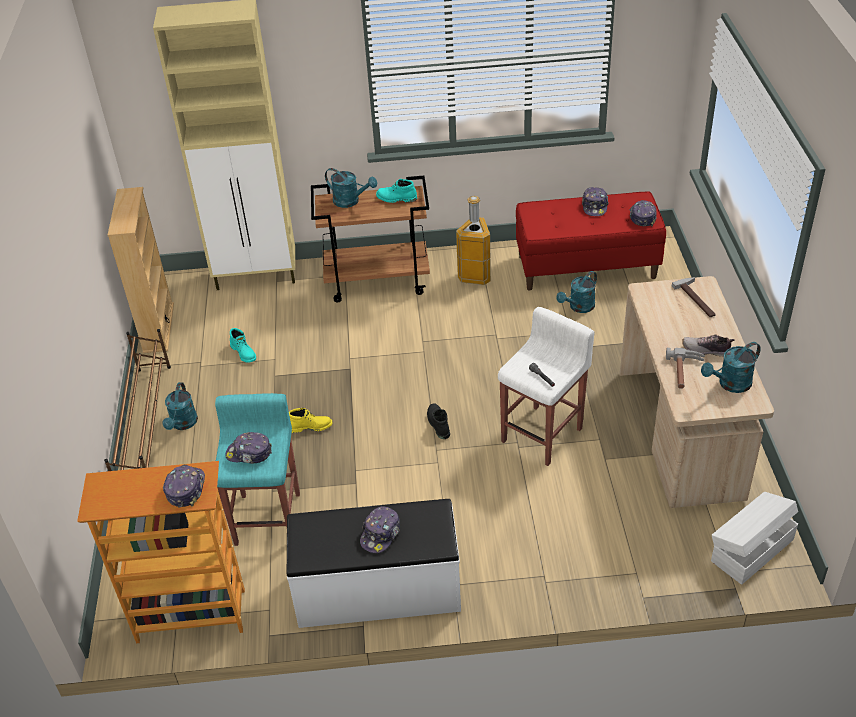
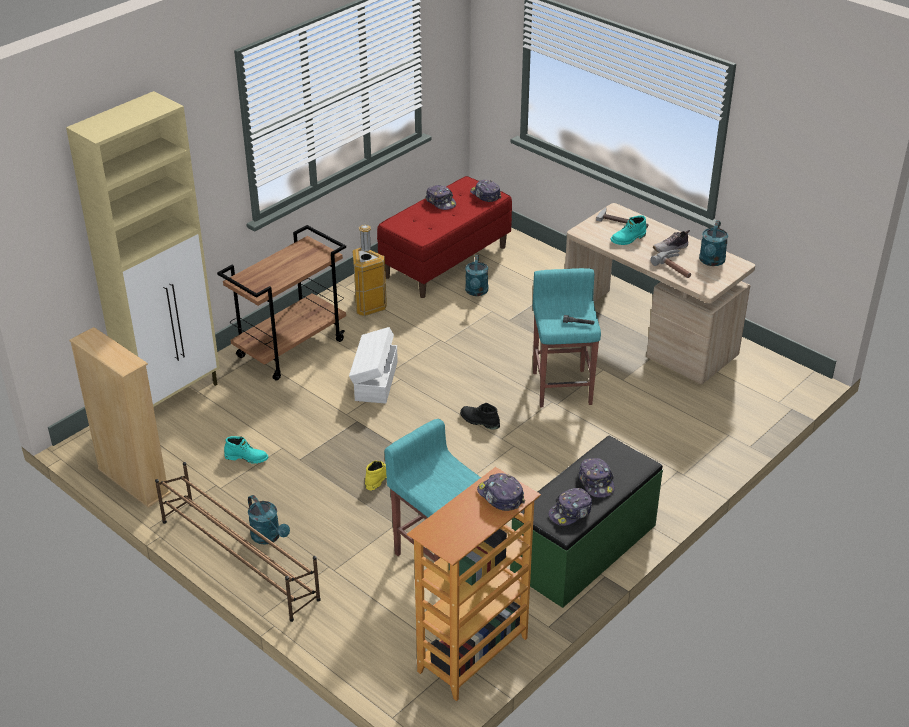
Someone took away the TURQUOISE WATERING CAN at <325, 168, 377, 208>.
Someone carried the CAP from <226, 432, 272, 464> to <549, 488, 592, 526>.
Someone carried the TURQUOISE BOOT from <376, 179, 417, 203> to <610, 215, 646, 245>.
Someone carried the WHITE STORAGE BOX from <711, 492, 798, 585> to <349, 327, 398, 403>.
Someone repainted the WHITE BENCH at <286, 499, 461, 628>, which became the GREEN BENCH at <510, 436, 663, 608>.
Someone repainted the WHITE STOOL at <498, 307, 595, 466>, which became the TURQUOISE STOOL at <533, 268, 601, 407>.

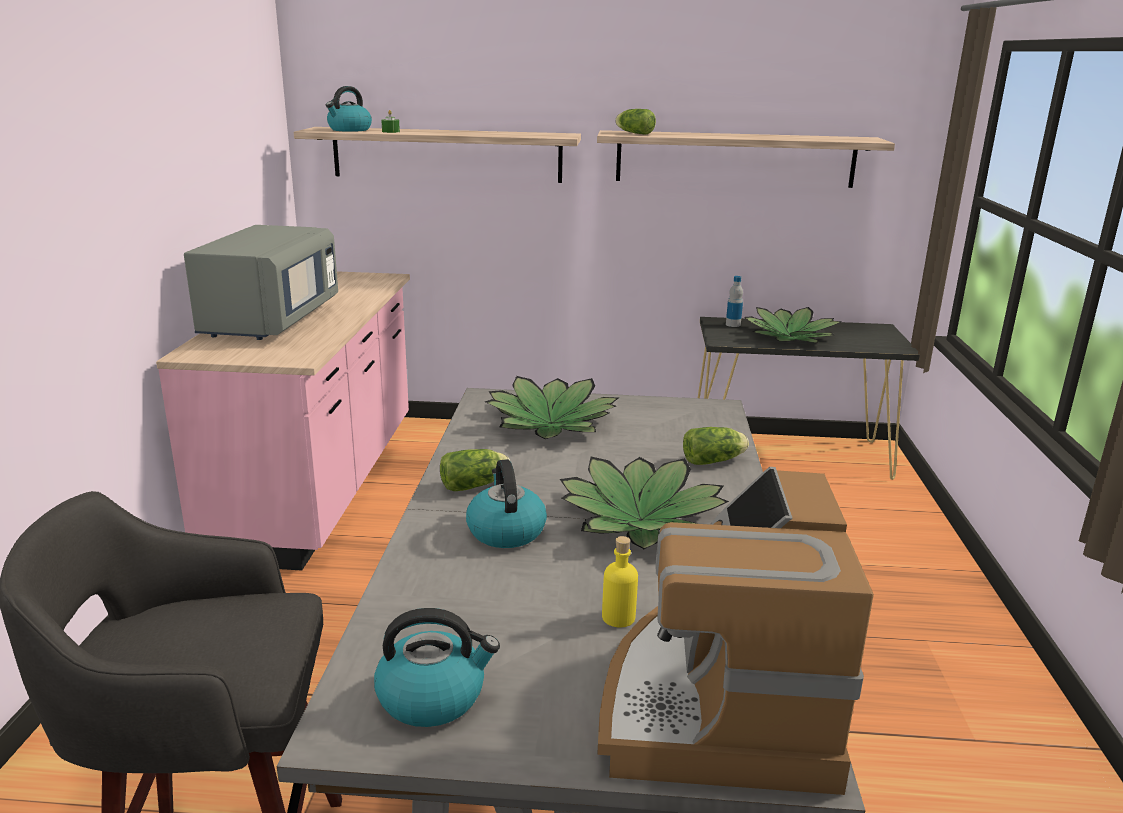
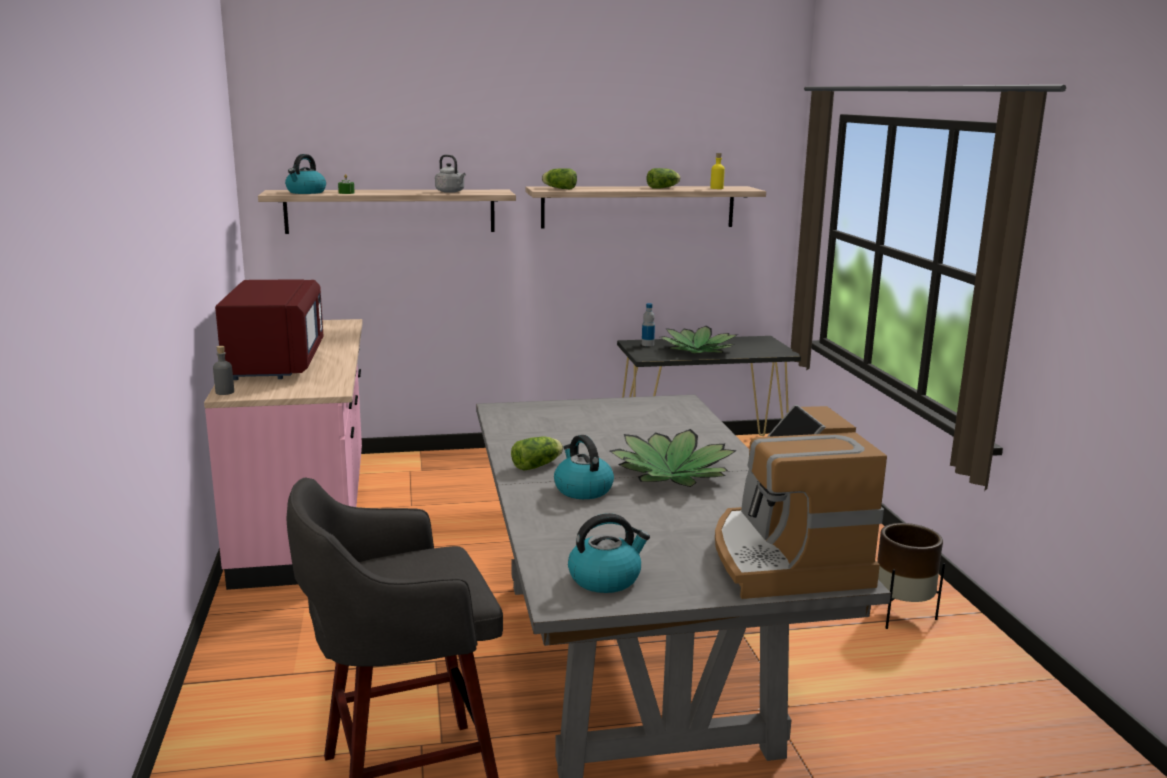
Someone took away the POTTED PLANT at <485, 376, 618, 439>.
Someone put down the GREY BOTTLE at <213, 346, 234, 395>.
Someone put down the GREY KETTLE at <435, 155, 466, 193>.
Someone put down the BROWN PLANTER at <877, 523, 945, 629>.
Someone carried the YELLOW BOTTLE from <602, 536, 638, 628> to <710, 153, 725, 189>.
Someone carried the LETTUCE from <683, 427, 749, 465> to <647, 168, 681, 189>.
Someone repainted the GREY MICROWAVE at <184, 225, 338, 340>, which became the RED MICROWAVE at <215, 279, 324, 380>.

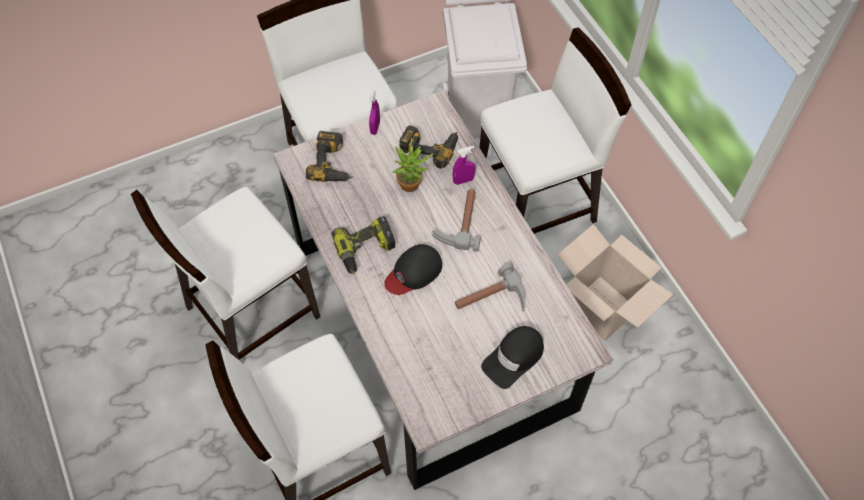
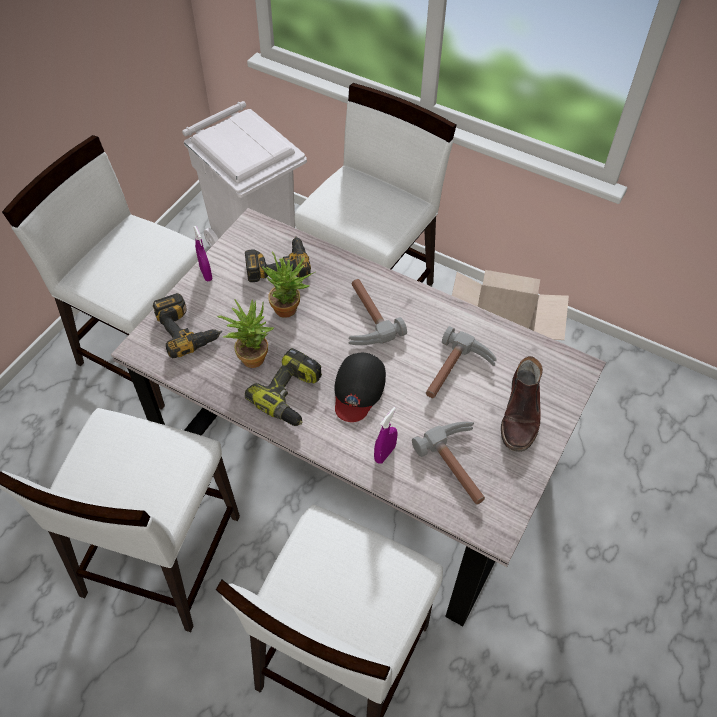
Someone put down the POTTED PLANT at <217, 299, 274, 368>.
Someone put down the HAMMER at <412, 422, 485, 505>.
Someone carried the PURPLE SPRAY BOTTLE from <452, 146, 476, 185> to <374, 407, 397, 464>.
Someone swapped the BLACK CAP at <481, 326, 544, 389> for the BROWN BOOT at <501, 356, 543, 452>.

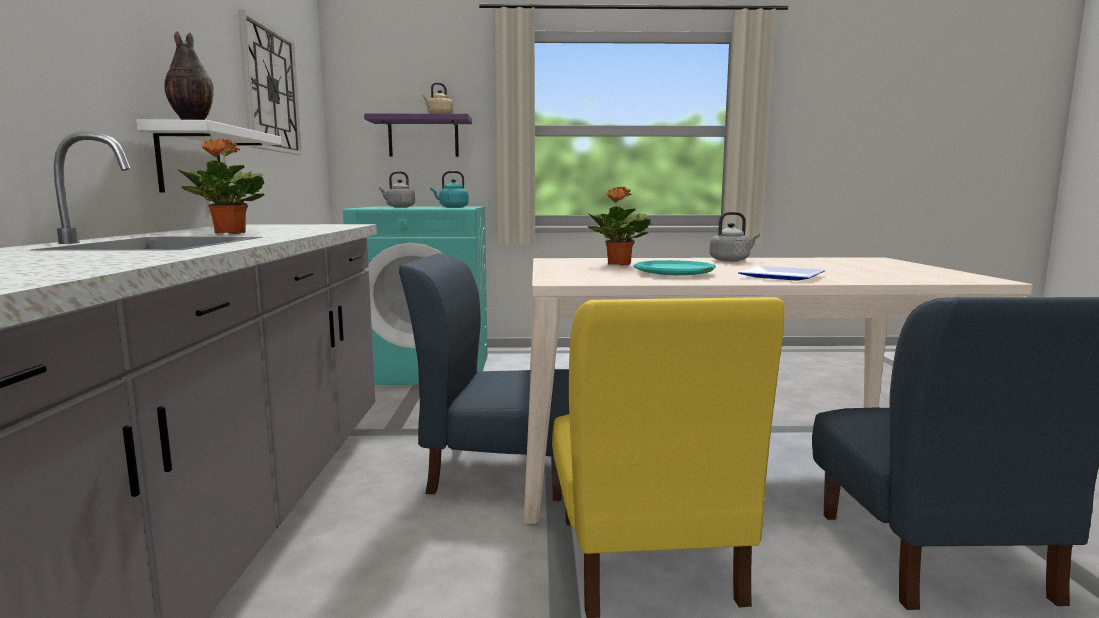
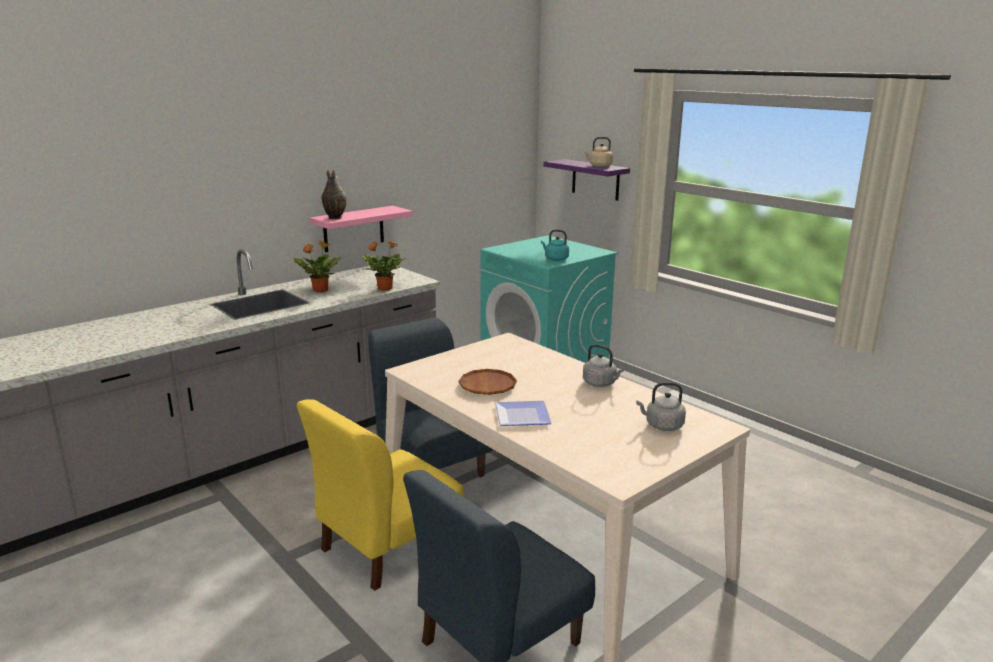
Someone took away the WALL CLOCK at <238, 10, 302, 155>.
Someone carried the GREY KETTLE from <379, 171, 415, 208> to <636, 382, 686, 431>.
Someone carried the POTTED PLANT from <588, 186, 651, 265> to <362, 240, 405, 291>.
Someone repainted the WHITE SHELF at <136, 120, 281, 192>, which became the PINK SHELF at <310, 206, 413, 252>.
Someone repainted the TURQUOISE PLATE at <634, 260, 716, 275>, which became the BROWN PLATE at <458, 369, 517, 395>.

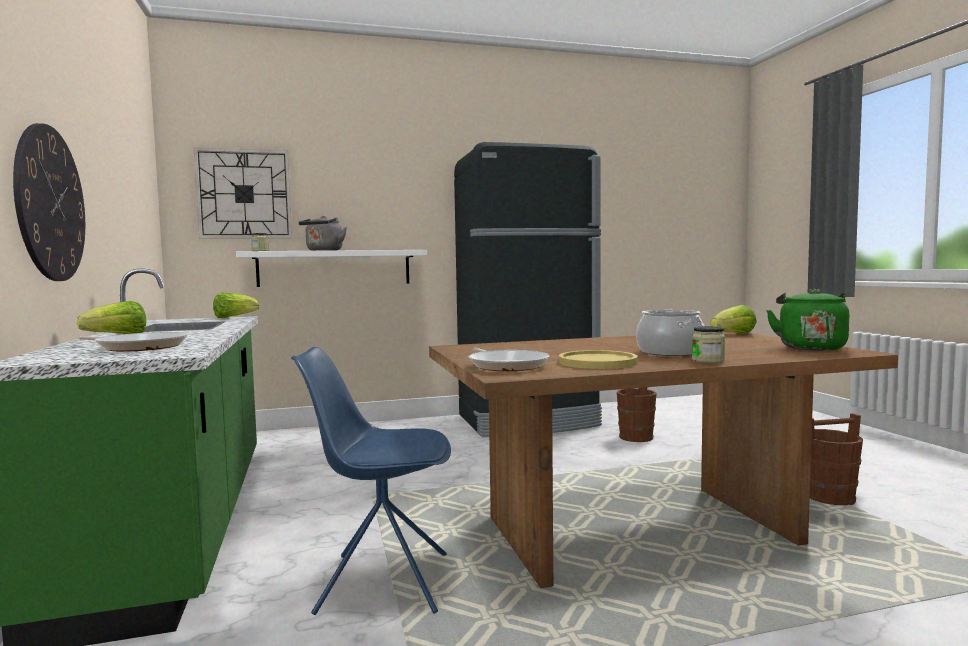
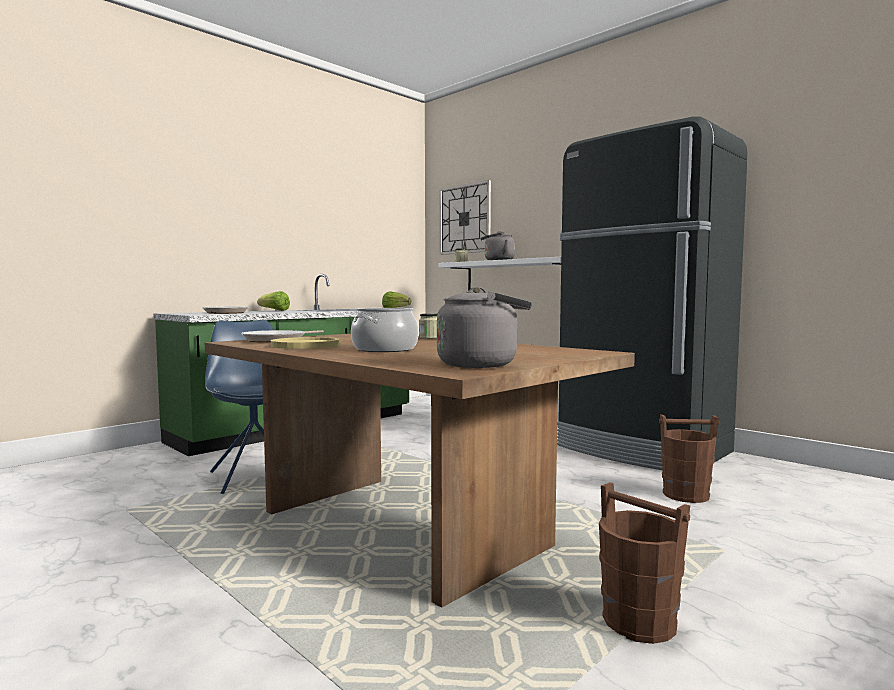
Someone took away the WALL CLOCK at <13, 123, 85, 281>.
Someone took away the LETTUCE at <711, 305, 757, 334>.
Someone carried the JAR from <692, 326, 725, 363> to <419, 313, 437, 339>.
Someone repainted the GREEN KETTLE at <766, 289, 849, 351>, which became the GREY KETTLE at <437, 287, 532, 368>.

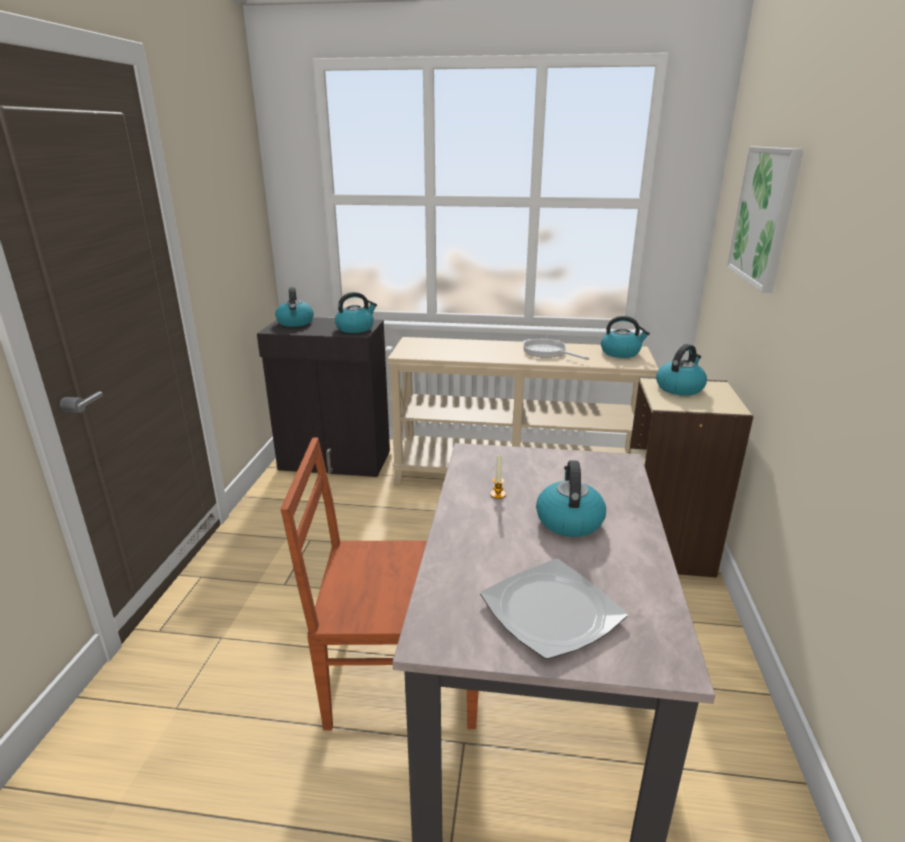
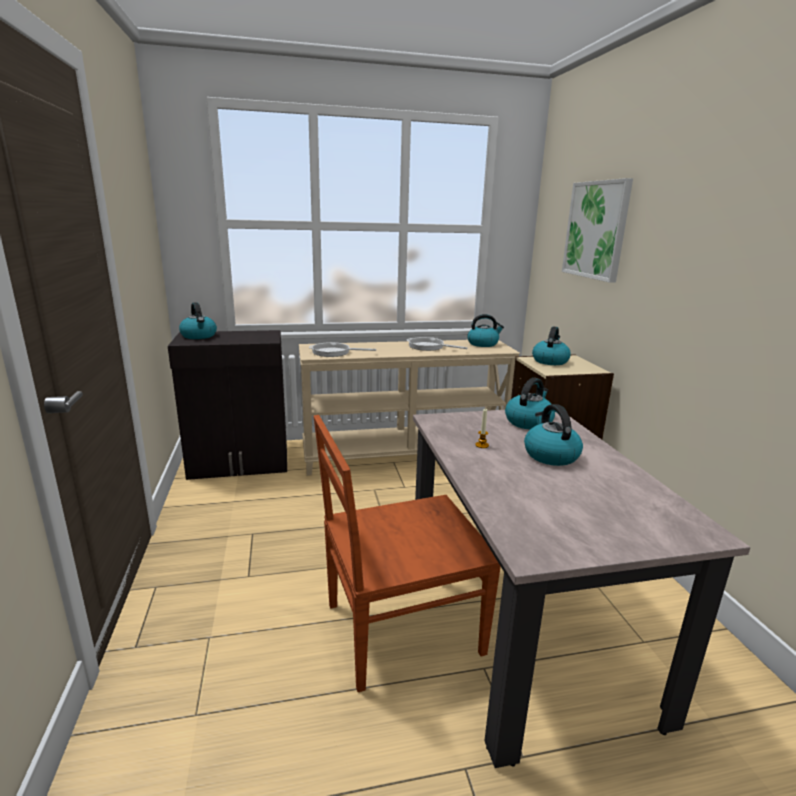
Someone took away the PLATE at <480, 559, 628, 659>.
Someone put down the FRYING PAN at <309, 342, 376, 357>.
Someone carried the KETTLE from <335, 292, 377, 333> to <505, 378, 555, 430>.

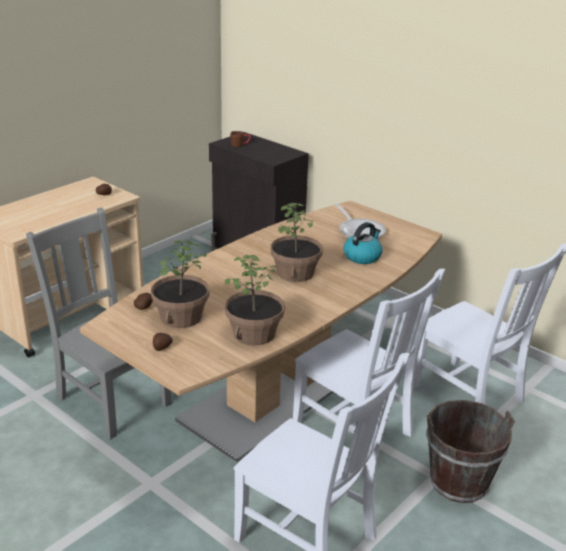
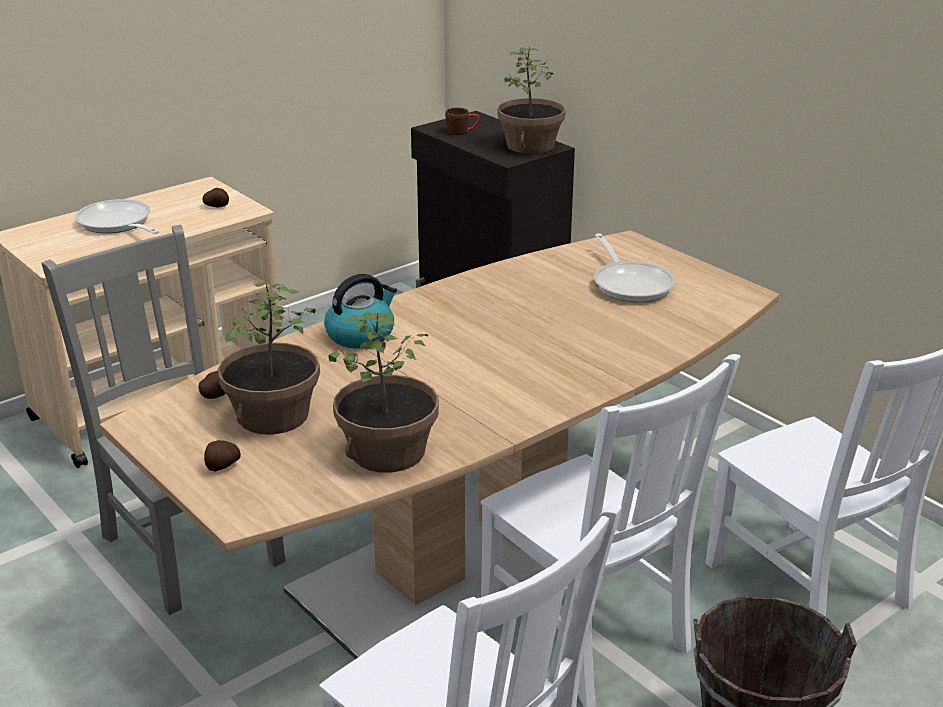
Someone put down the FRYING PAN at <75, 199, 159, 234>.
Someone carried the POTTED PLANT from <271, 203, 323, 282> to <497, 46, 566, 154>.
Someone carried the KETTLE from <344, 222, 383, 264> to <324, 274, 397, 349>.

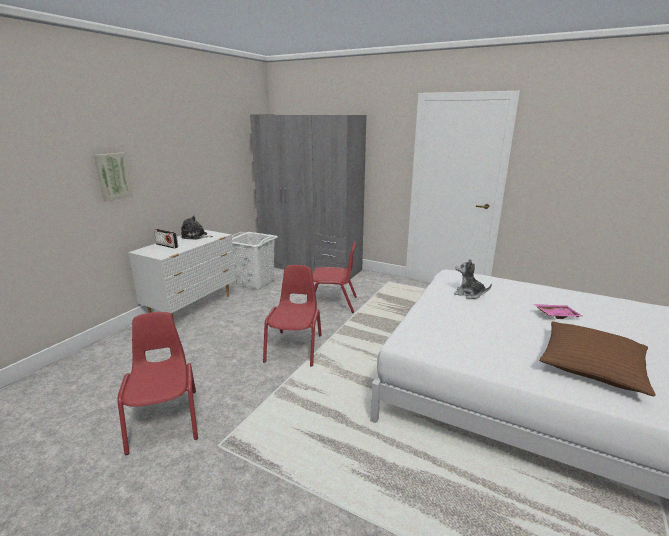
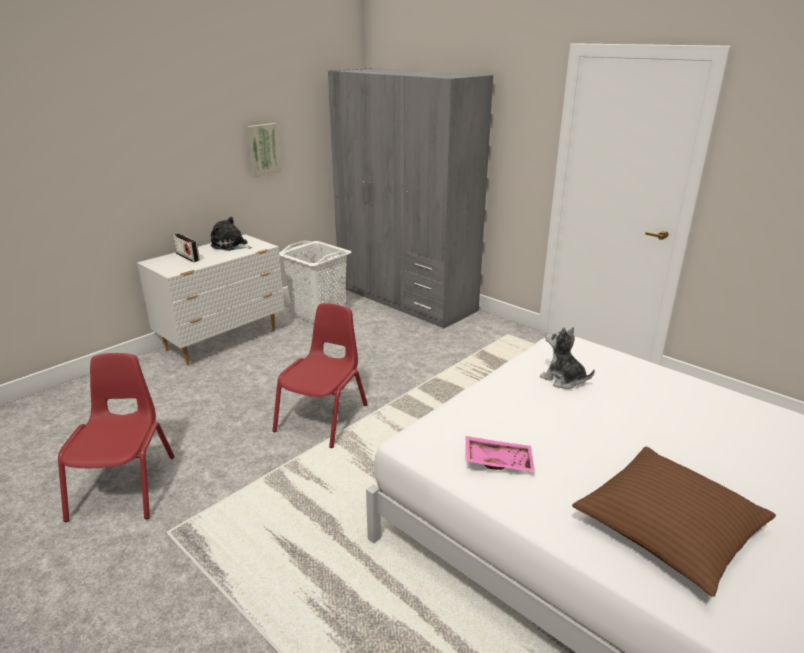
Someone took away the RED CHAIR at <313, 241, 357, 313>.
Someone carried the PICTURE from <94, 153, 133, 201> to <246, 123, 281, 177>.
Someone carried the PINK TRAY from <534, 304, 584, 319> to <466, 436, 535, 472>.

